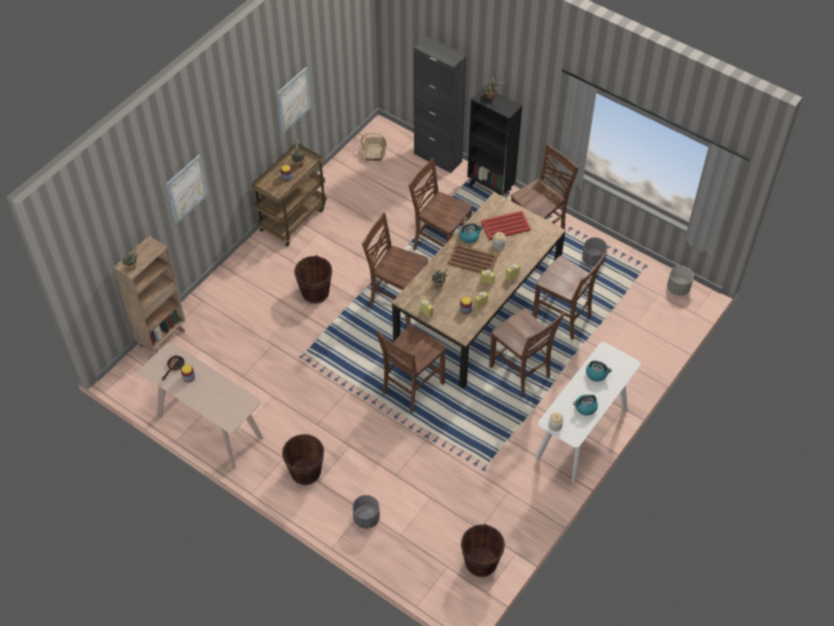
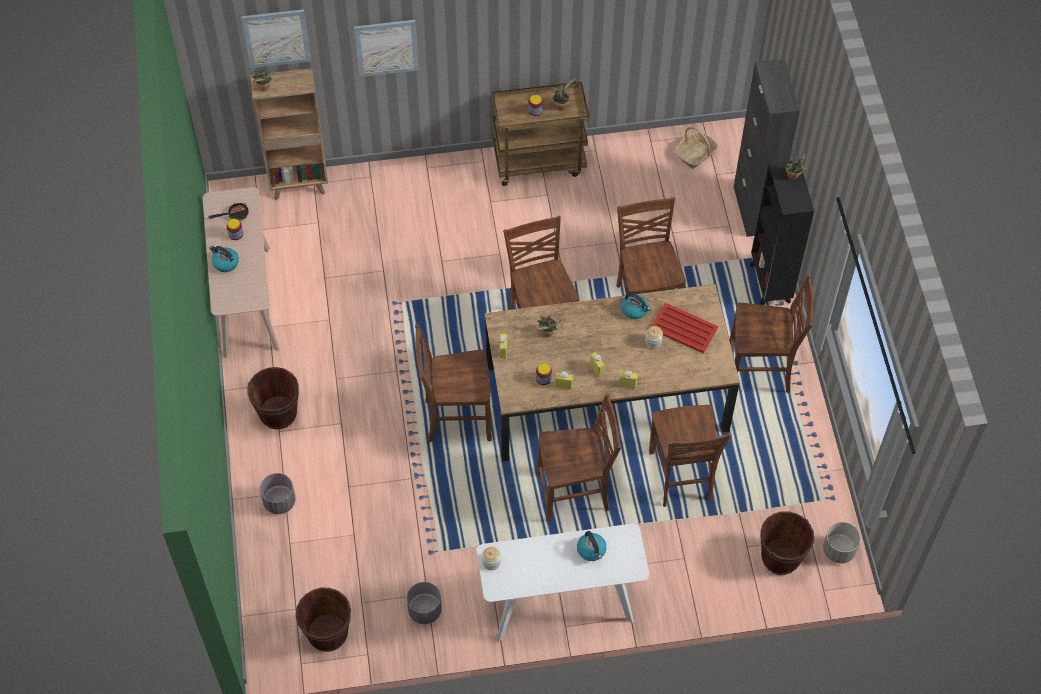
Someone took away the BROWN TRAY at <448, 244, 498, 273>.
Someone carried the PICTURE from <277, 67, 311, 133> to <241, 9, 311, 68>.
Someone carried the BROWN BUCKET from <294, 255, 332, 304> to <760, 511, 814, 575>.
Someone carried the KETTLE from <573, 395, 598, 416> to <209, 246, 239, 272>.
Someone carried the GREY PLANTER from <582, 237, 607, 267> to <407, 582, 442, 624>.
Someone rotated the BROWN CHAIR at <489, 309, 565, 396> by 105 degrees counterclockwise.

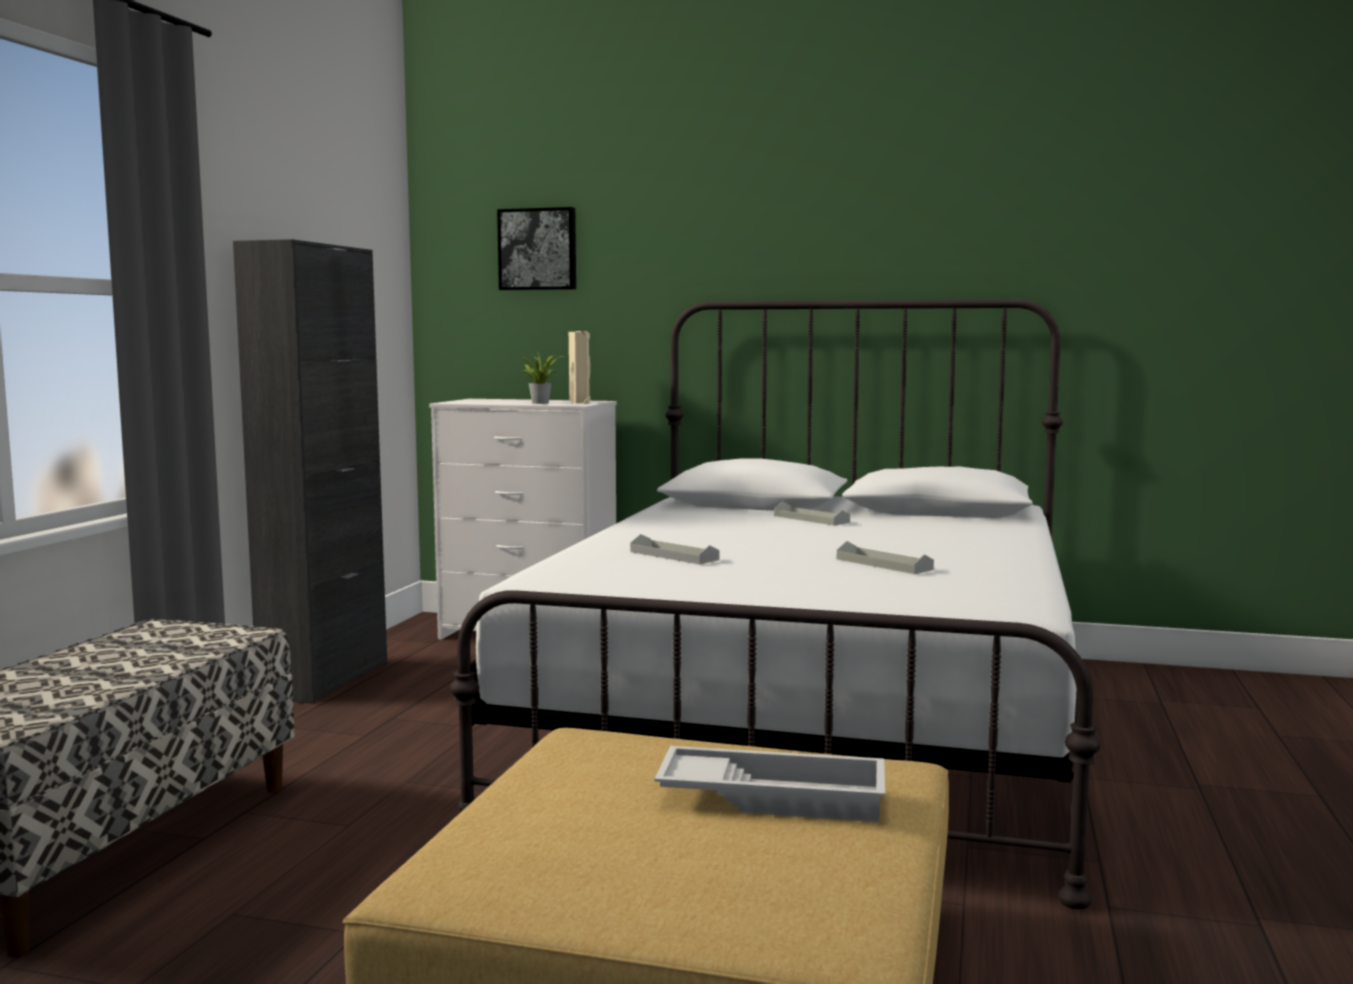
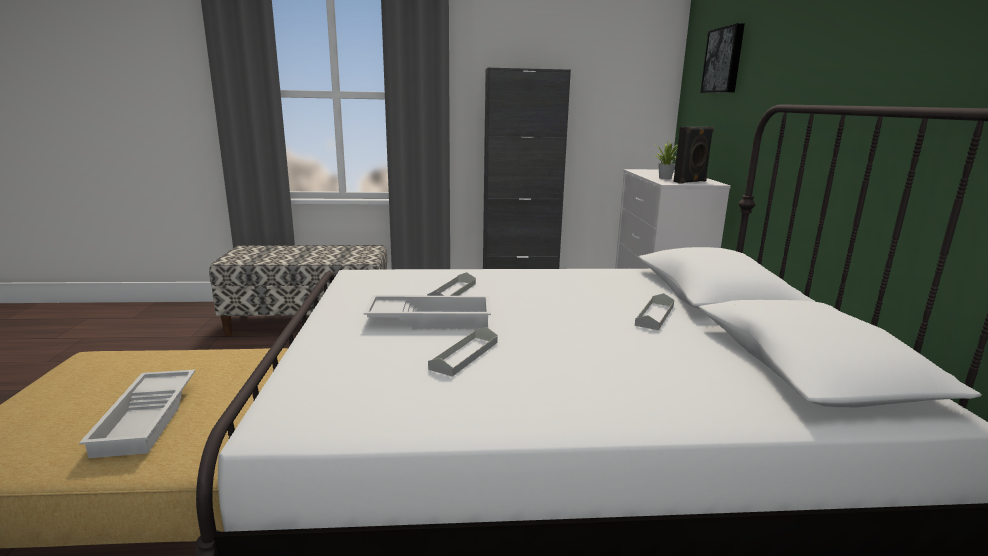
Someone put down the WHITE TRAY at <364, 295, 491, 329>.
Someone repainted the BEIGE SPEAKER at <569, 331, 590, 404>, which became the BLACK SPEAKER at <673, 126, 714, 184>.

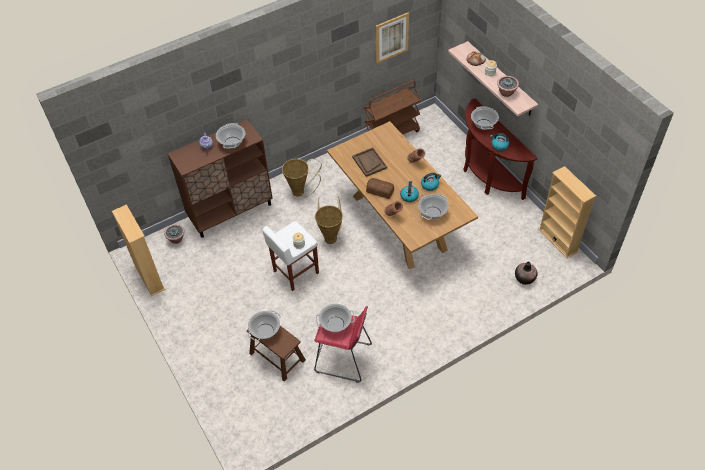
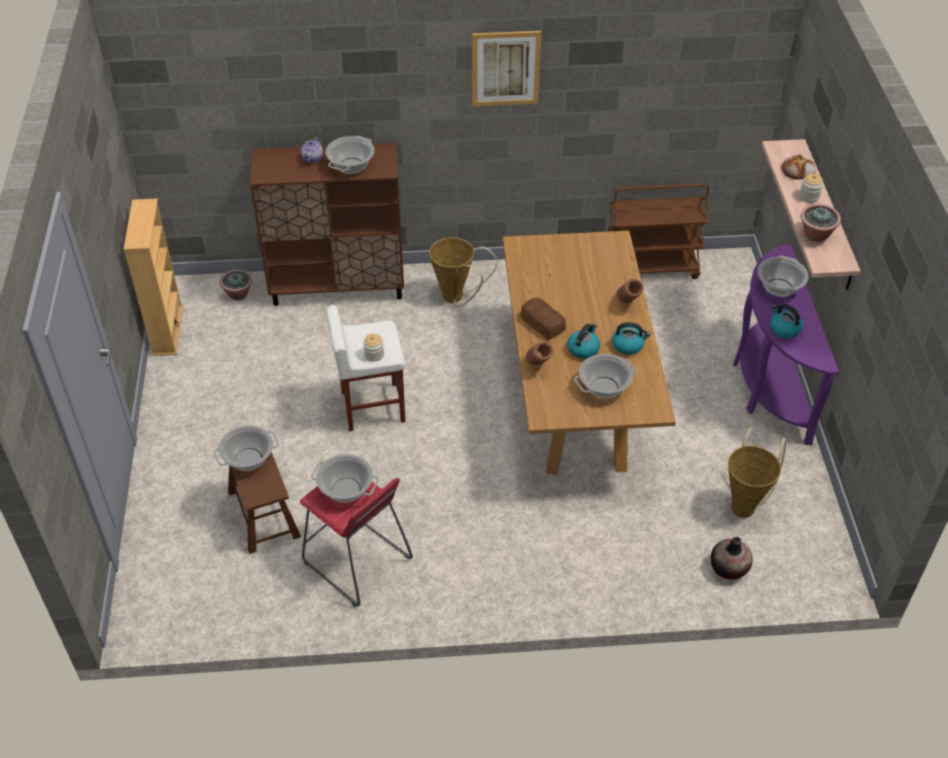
Someone took away the BROWN TRAY at <352, 147, 387, 177>.
Someone took away the BEIGE BOOKCASE at <539, 166, 596, 258>.
Someone carried the BASKET from <315, 196, 343, 244> to <728, 427, 786, 518>.
Someone carried the PICTURE from <376, 12, 409, 63> to <472, 31, 541, 106>.
Someone repainted the BROWN CONSOLE TABLE at <463, 98, 538, 200>, which became the PURPLE CONSOLE TABLE at <733, 245, 839, 445>.

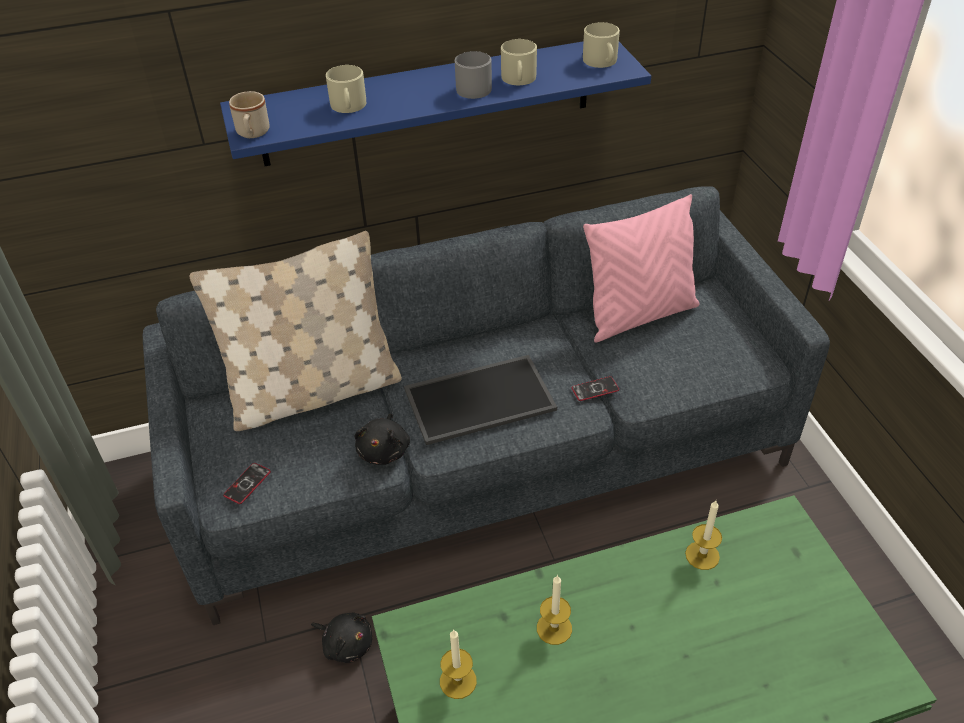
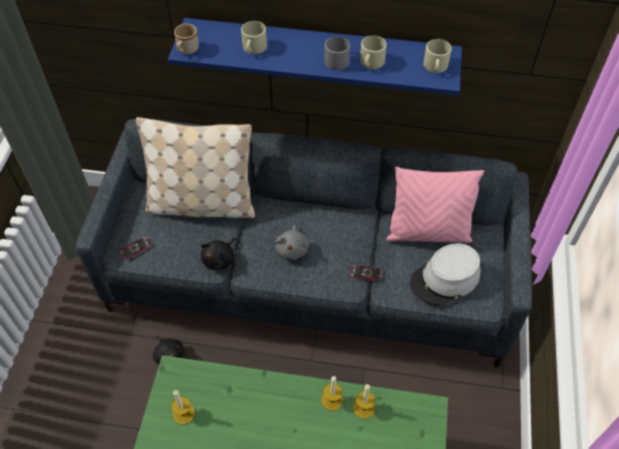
Someone put down the GREY HAT at <410, 243, 480, 305>.
Someone carried the CANDLE from <537, 575, 572, 645> to <321, 376, 343, 411>.
Someone swapped the TRAY at <404, 355, 557, 445> for the GREY PLUSH TOY at <276, 225, 310, 260>.

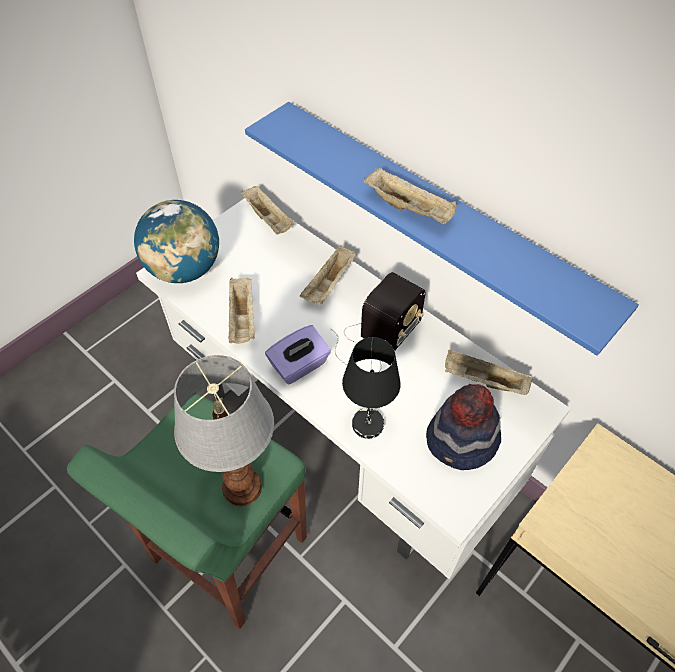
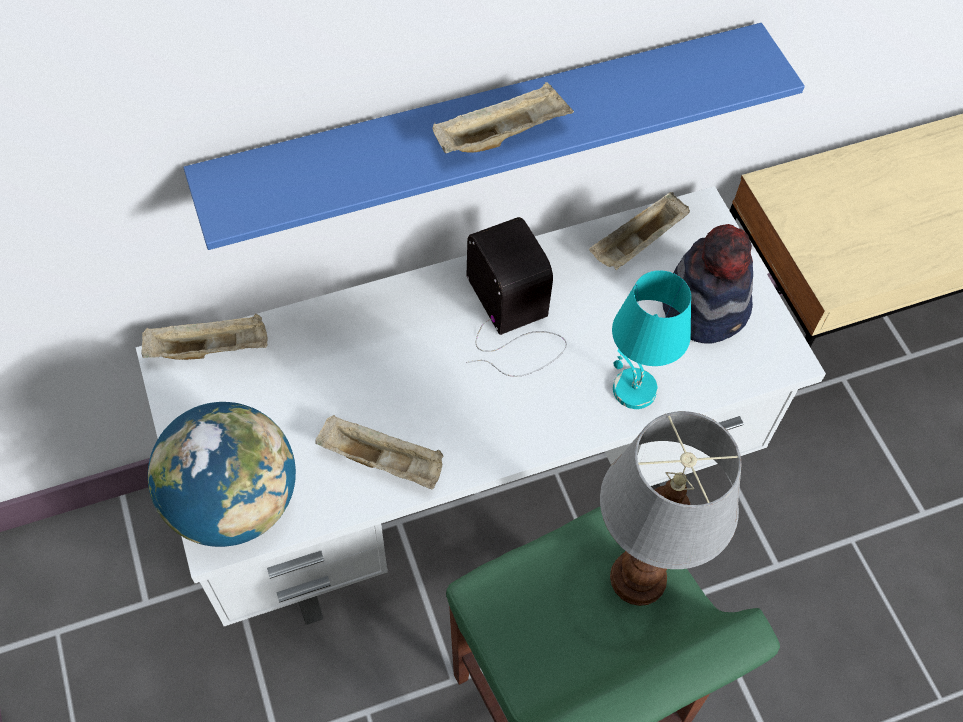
Someone took away the PURPLE TISSUE BOX at <265, 325, 331, 384>.
Someone took away the BEIGE TRAY at <300, 245, 356, 304>.
Someone repainted the BLACK TABLE LAMP at <342, 337, 401, 439>, which became the TURQUOISE TABLE LAMP at <612, 270, 691, 409>.

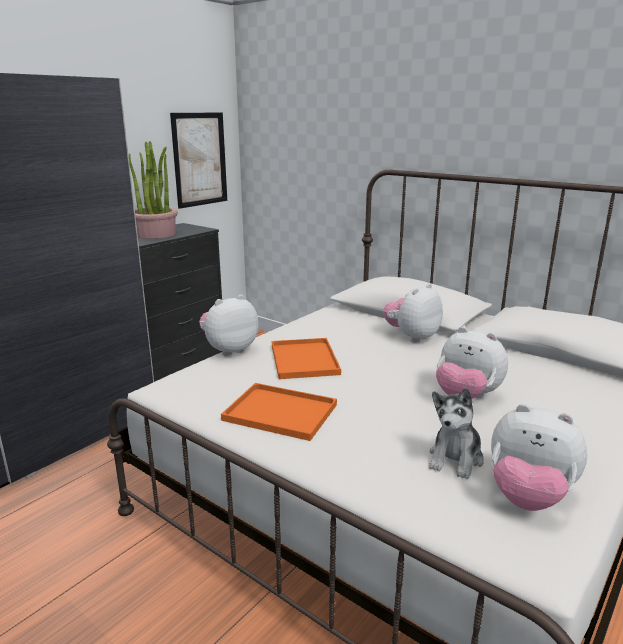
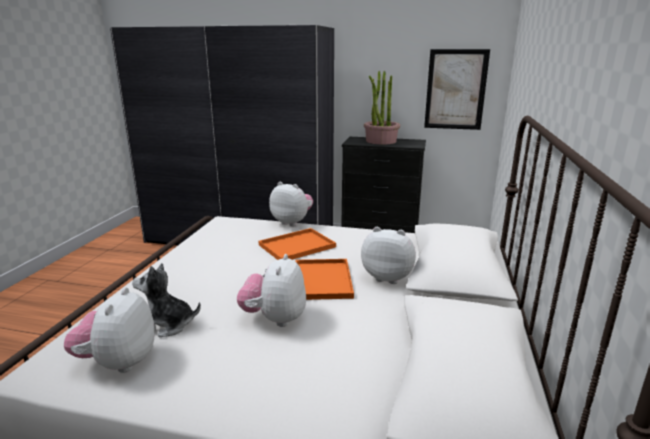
Someone carried the ORANGE TRAY from <221, 383, 337, 441> to <295, 259, 354, 300>.

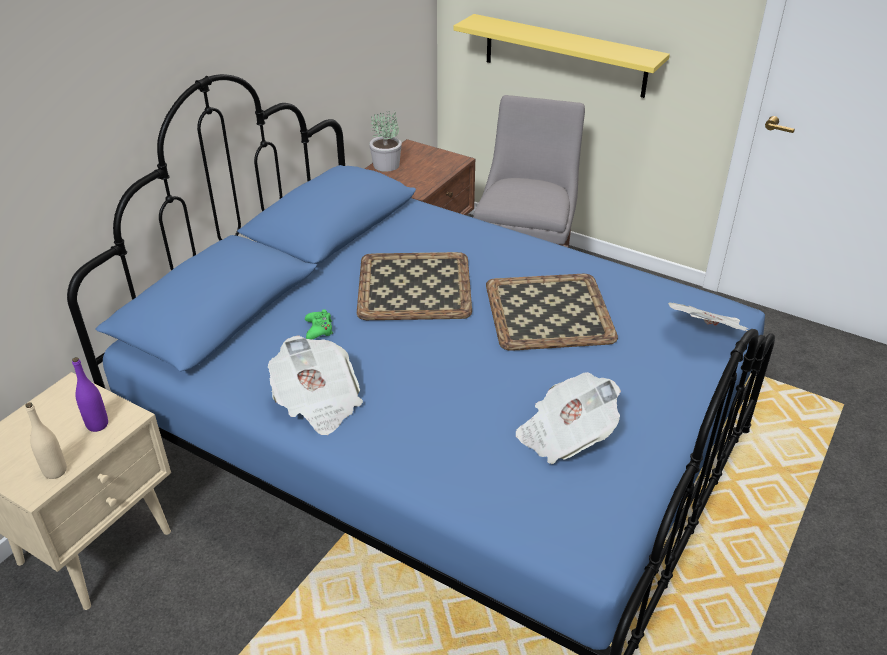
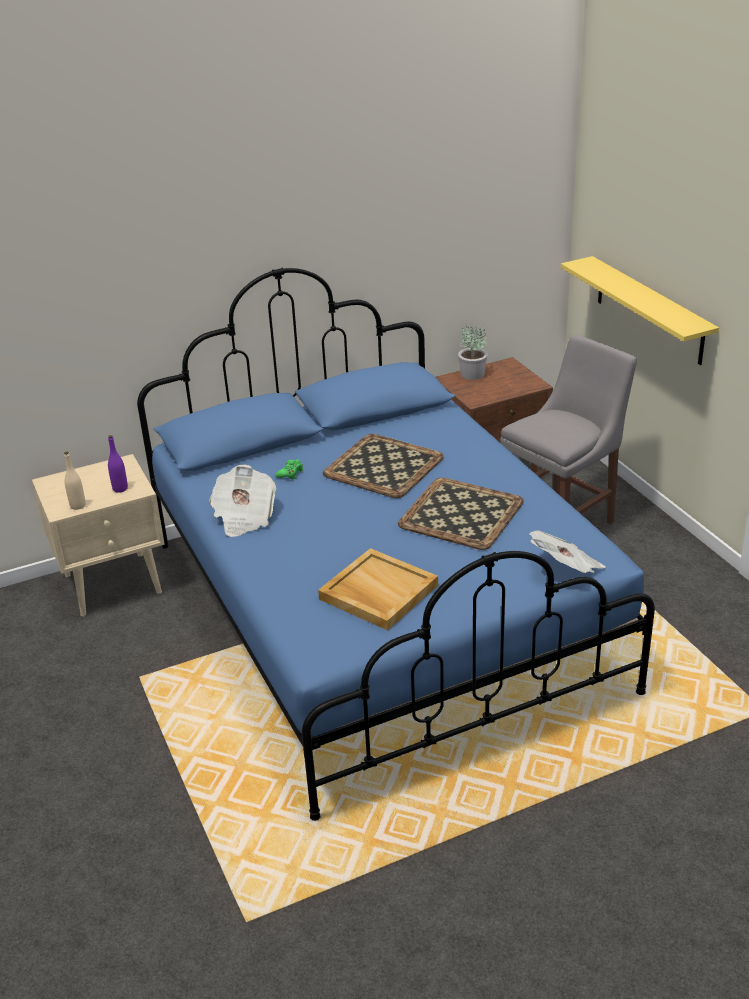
Someone swapped the NEWSPAPER at <516, 372, 621, 464> for the BEIGE TRAY at <318, 548, 438, 630>.

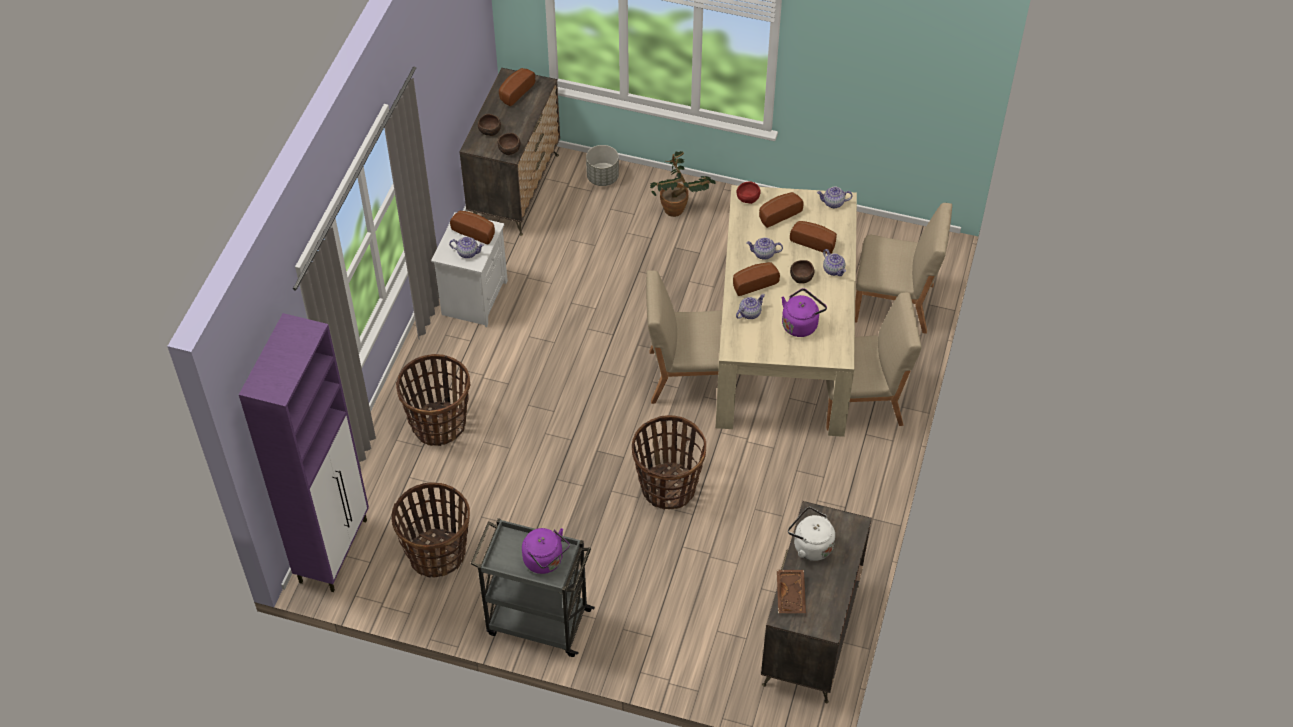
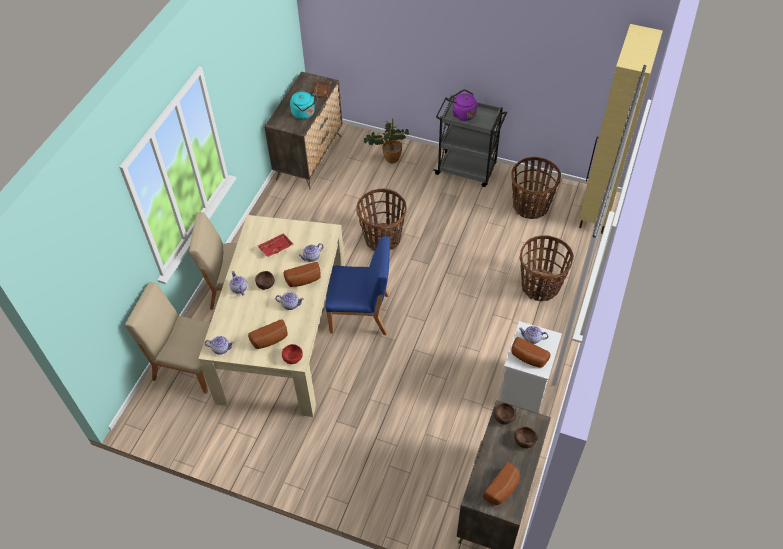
Someone took away the GREY PLANTER at <586, 145, 619, 186>.
Someone took away the BREAD at <790, 221, 837, 254>.
Someone carried the POTTED PLANT from <650, 151, 716, 217> to <363, 119, 409, 163>.
Someone swapped the PURPLE KETTLE at <781, 288, 827, 337> for the RED TRAY at <258, 233, 294, 257>.
Someone repainted the PURPLE CABINET at <239, 313, 369, 592>, which became the BEIGE CABINET at <579, 24, 663, 234>.
Someone repainted the BEIGE CHAIR at <646, 270, 723, 404>, which became the BLUE CHAIR at <325, 236, 390, 335>.
Someone repainted the WHITE KETTLE at <788, 507, 835, 561>, which became the TURQUOISE KETTLE at <290, 92, 318, 119>.

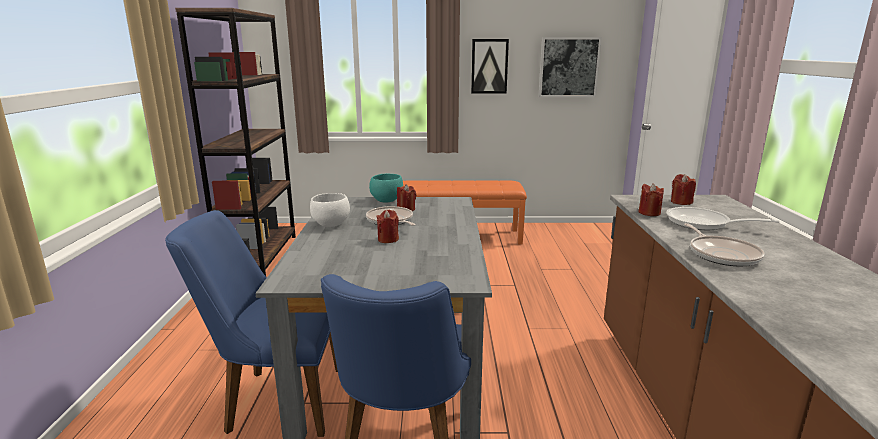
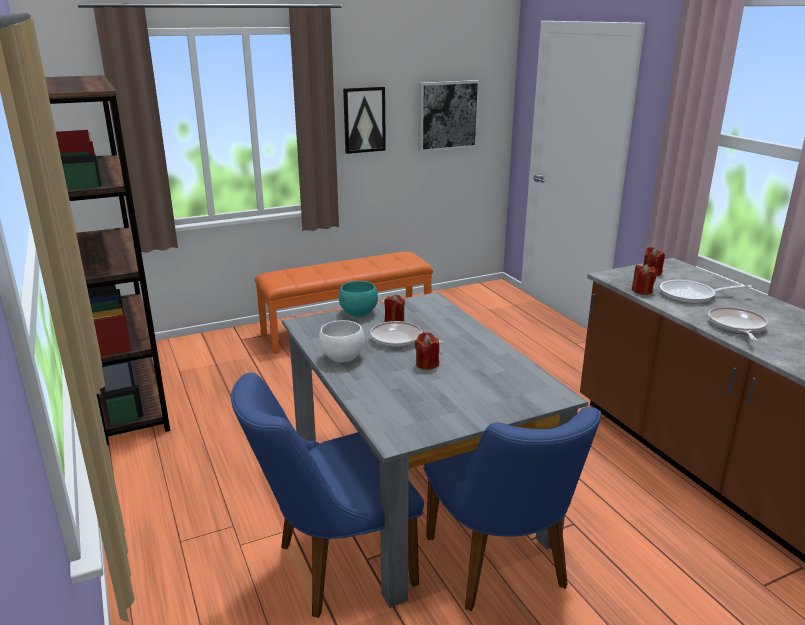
Someone rotated the FRYING PAN at <684, 223, 765, 267> by 135 degrees counterclockwise.

